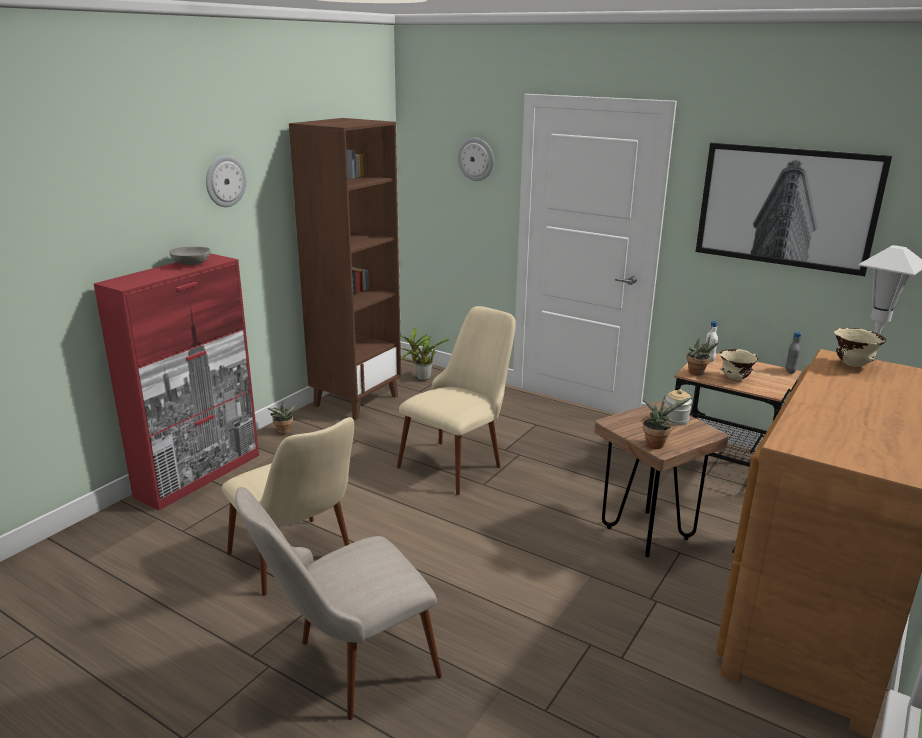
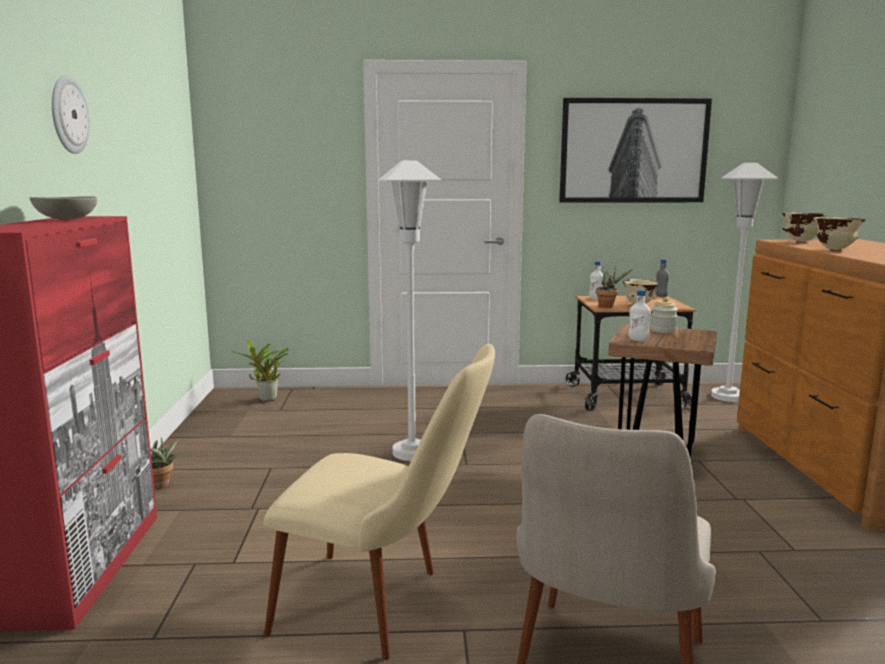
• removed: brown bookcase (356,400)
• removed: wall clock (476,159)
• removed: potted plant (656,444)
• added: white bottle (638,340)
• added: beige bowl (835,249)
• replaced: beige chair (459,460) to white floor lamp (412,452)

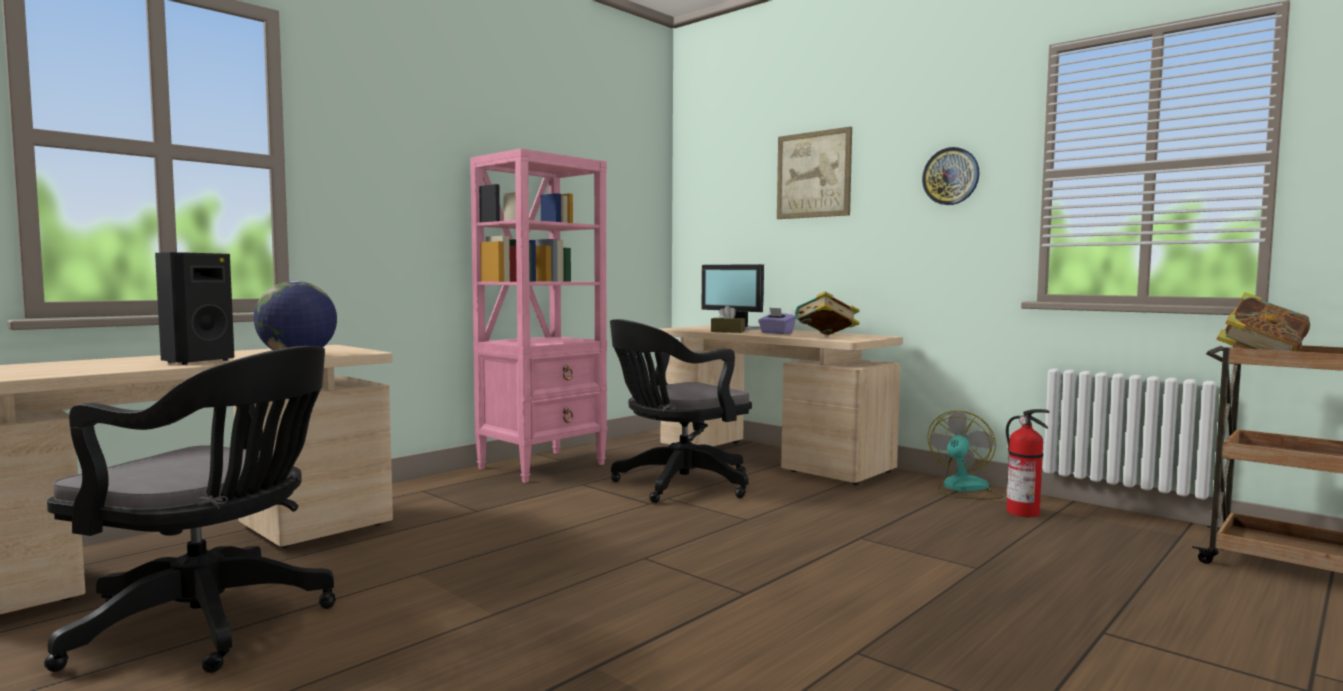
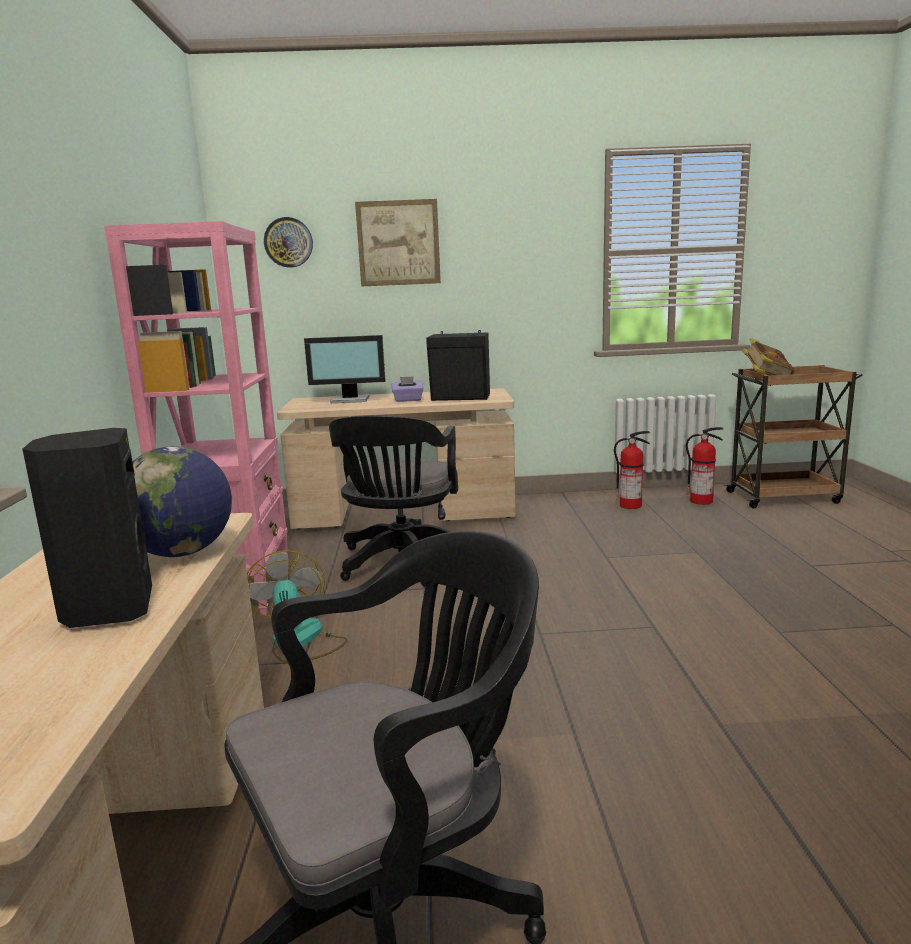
• removed: brown tissue box (727,331)
• added: fire extinguisher (702,501)
• moved: wall clock (951,176) to (288,242)
• moved: fan (963,489) to (299,641)
• replaced: book (826,336) to black speaker (461,397)

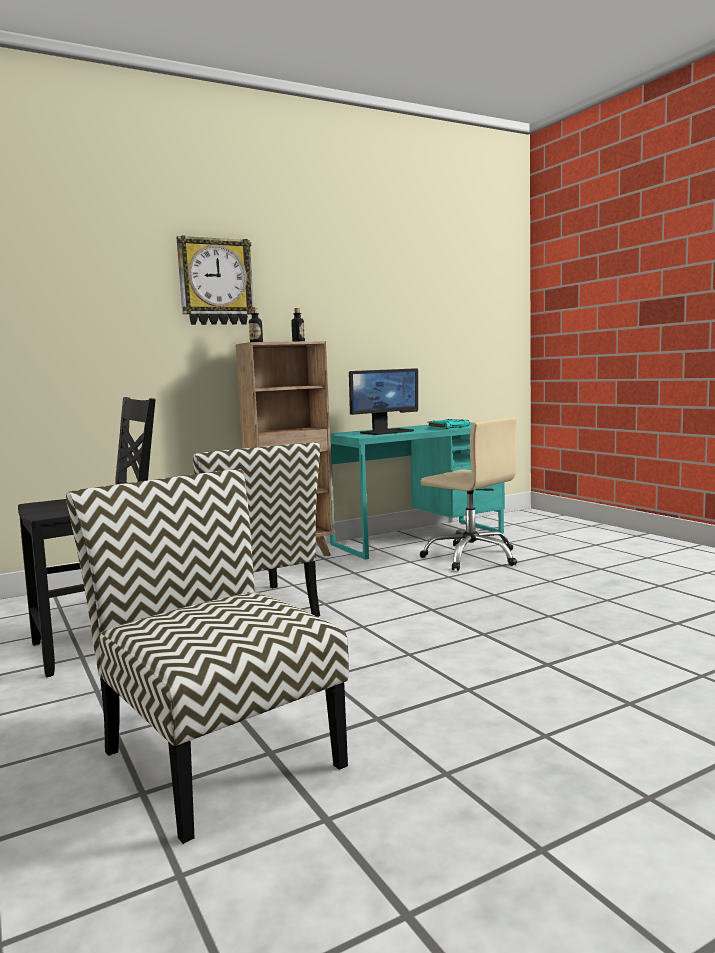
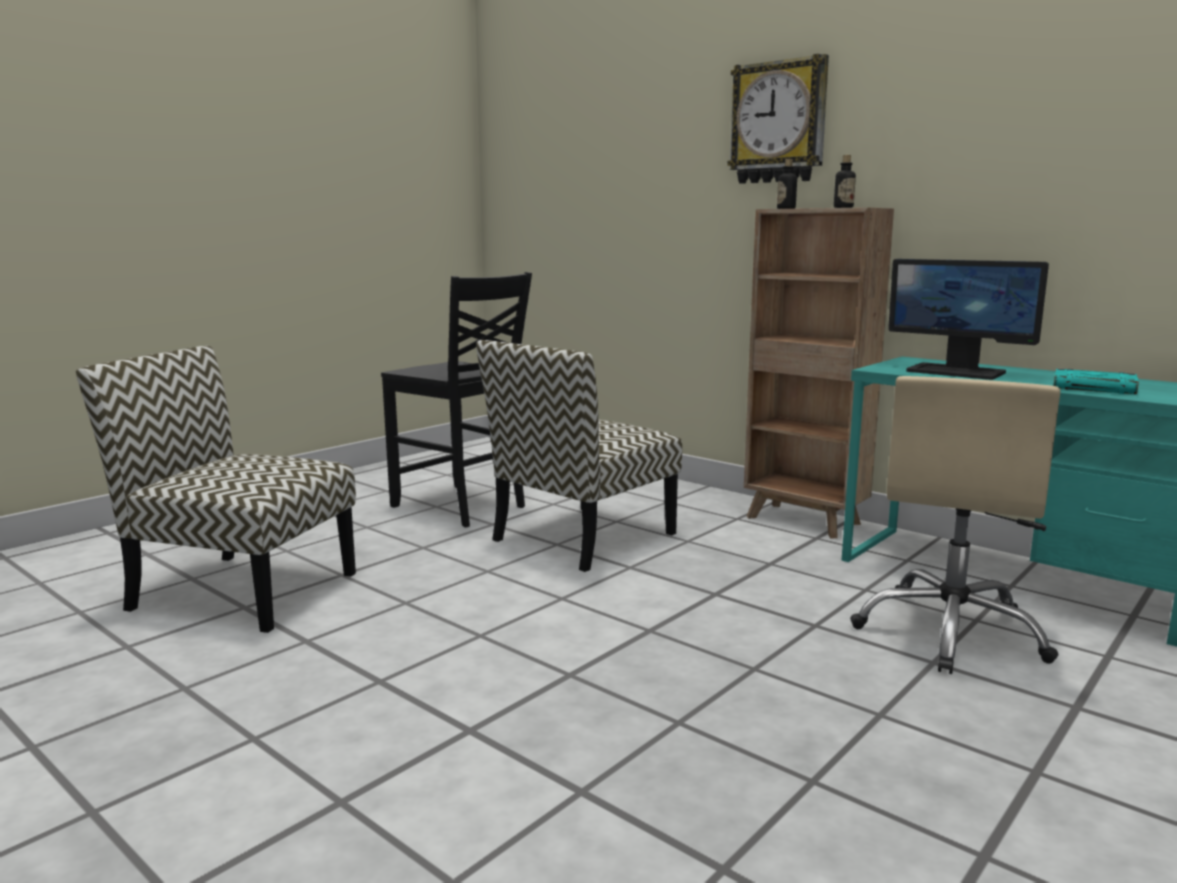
• turned: chair (219,757) = (241,591) 105 degrees counterclockwise

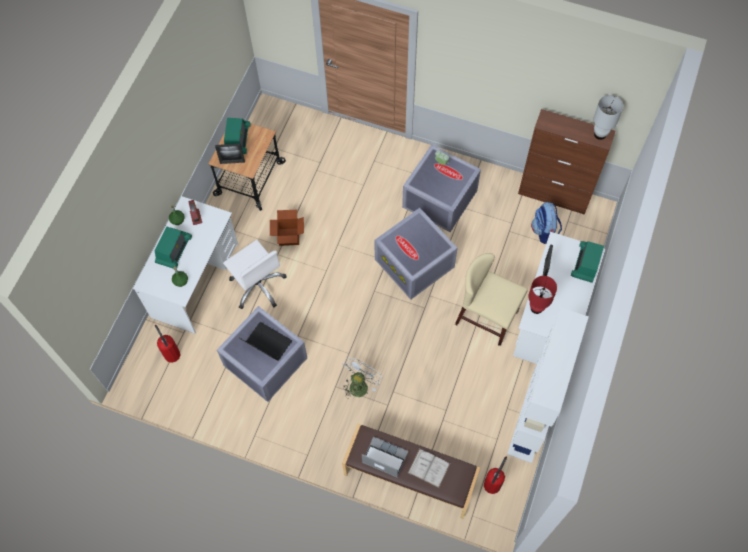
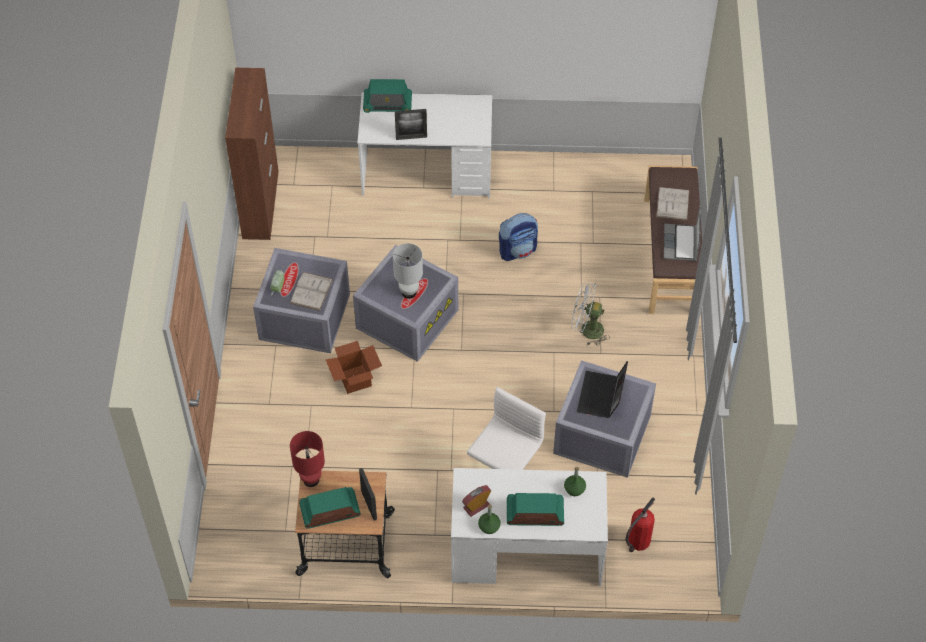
• removed: beige chair (486,317)
• removed: fire extinguisher (492,483)
• removed: white bookcase (532,417)
• added: white book (311,291)
• moved: cardboard box (289,236) to (355,379)
• moved: red table lamp (537,308) to (310,479)
• moved: backpack (544,231) to (518,250)
• moved: white table lamp (600,134) to (408,292)

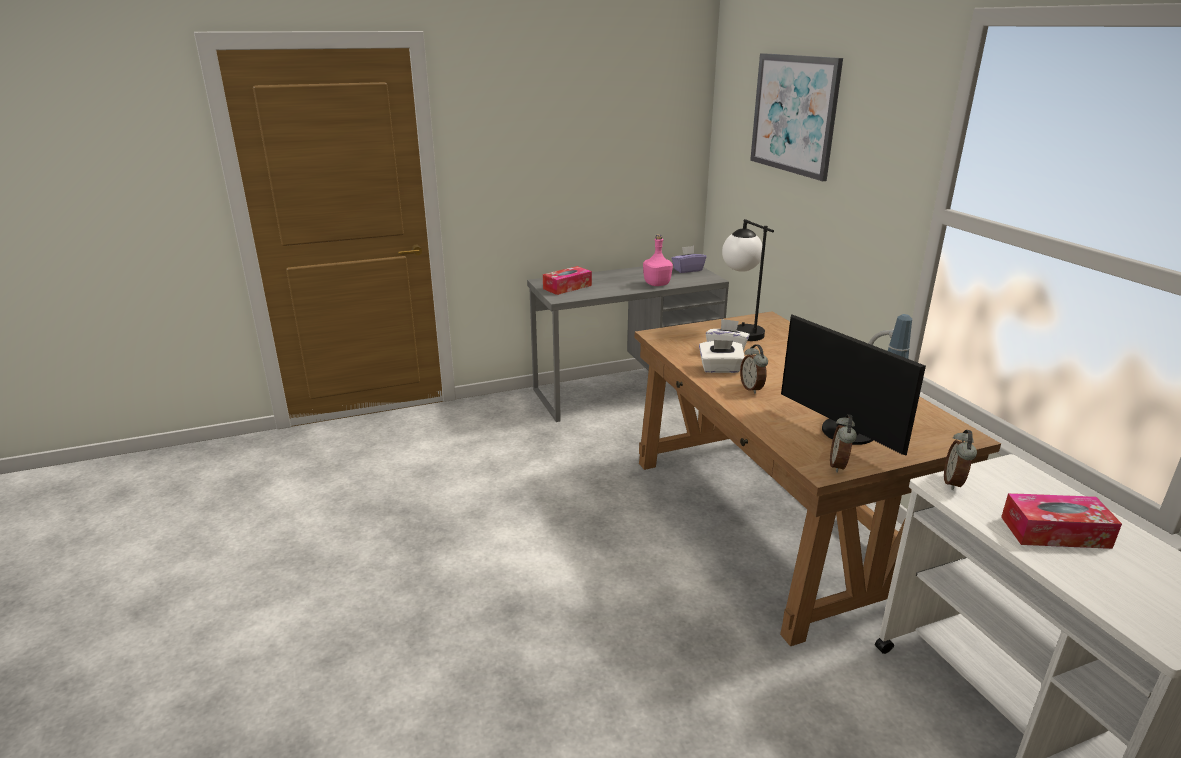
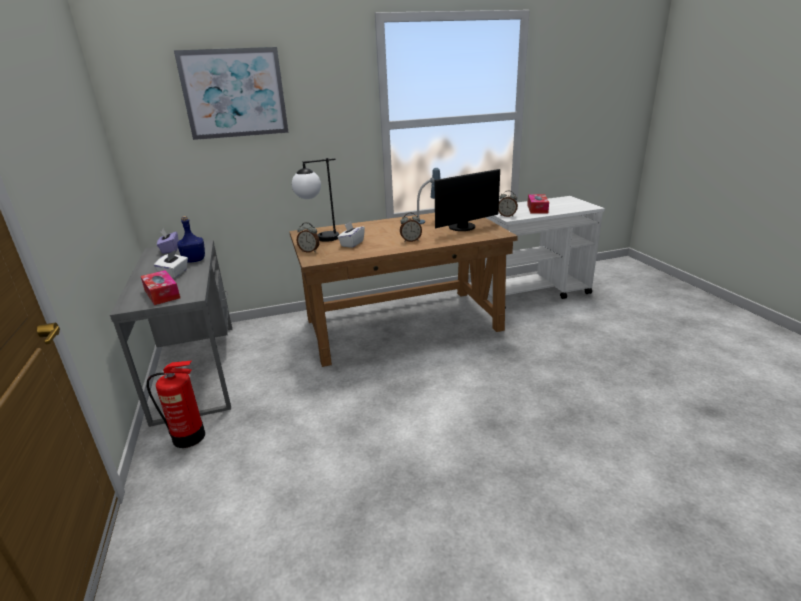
• added: fire extinguisher (190,437)
• moved: white tissue box (720,369) to (174,274)
• moved: alarm clock (839,466) to (309,251)
• recoloured: pink bottle (657,284) to blue bottle (194,260)

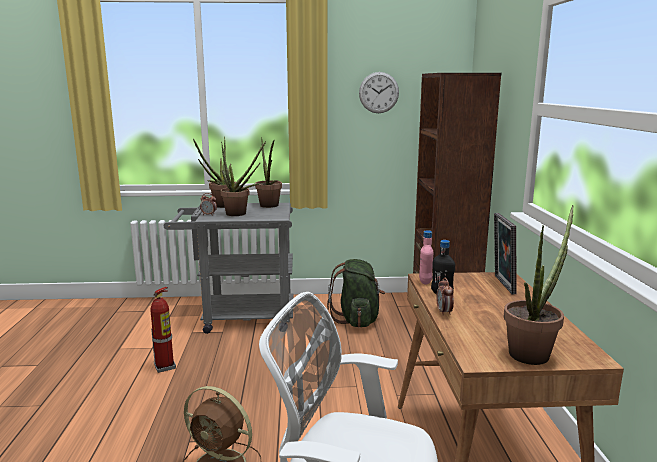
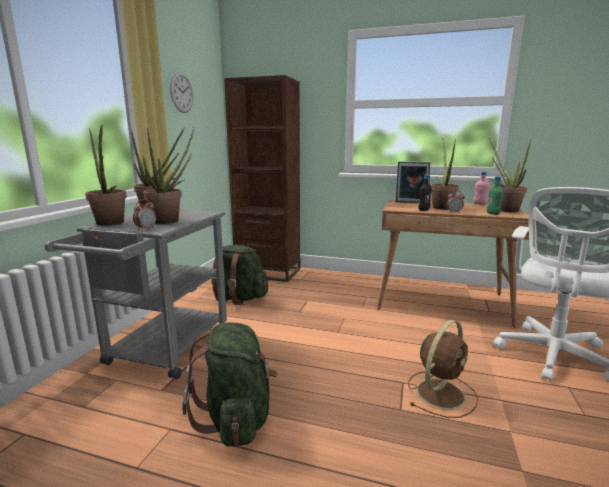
• added: potted plant (441,207)
• added: green bottle (493,213)
• moved: pink bottle (425,281) to (479,204)
• replaced: fire extinguisher (165,366) to green backpack (236,418)

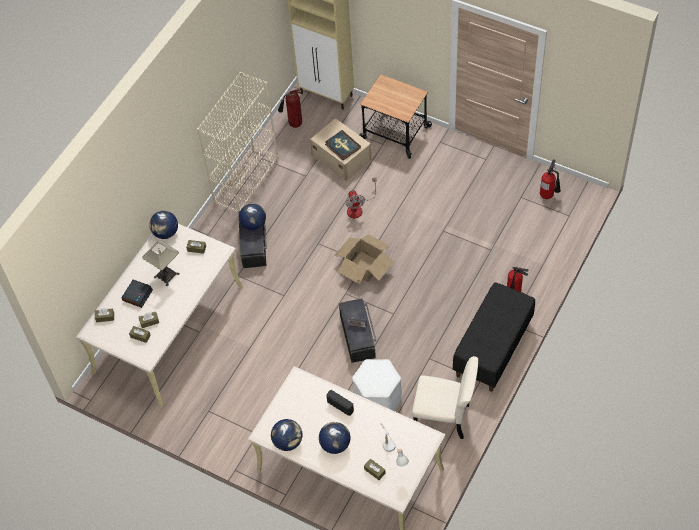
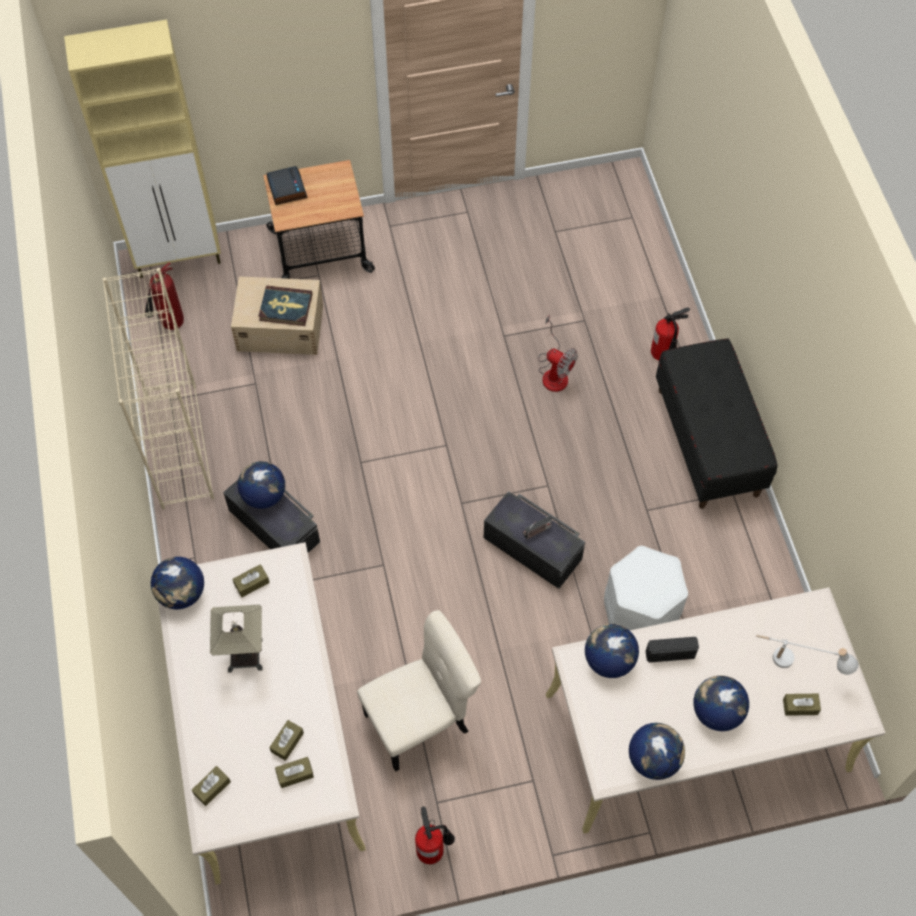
• removed: cardboard box (364,266)
• added: globe (609,660)
• moved: alarm clock (137,295) to (286,189)
• moved: fan (358,208) to (554,372)
• moved: beige chair (444,418) to (420,721)
• moved: fire extinguisher (548,195) to (433,849)

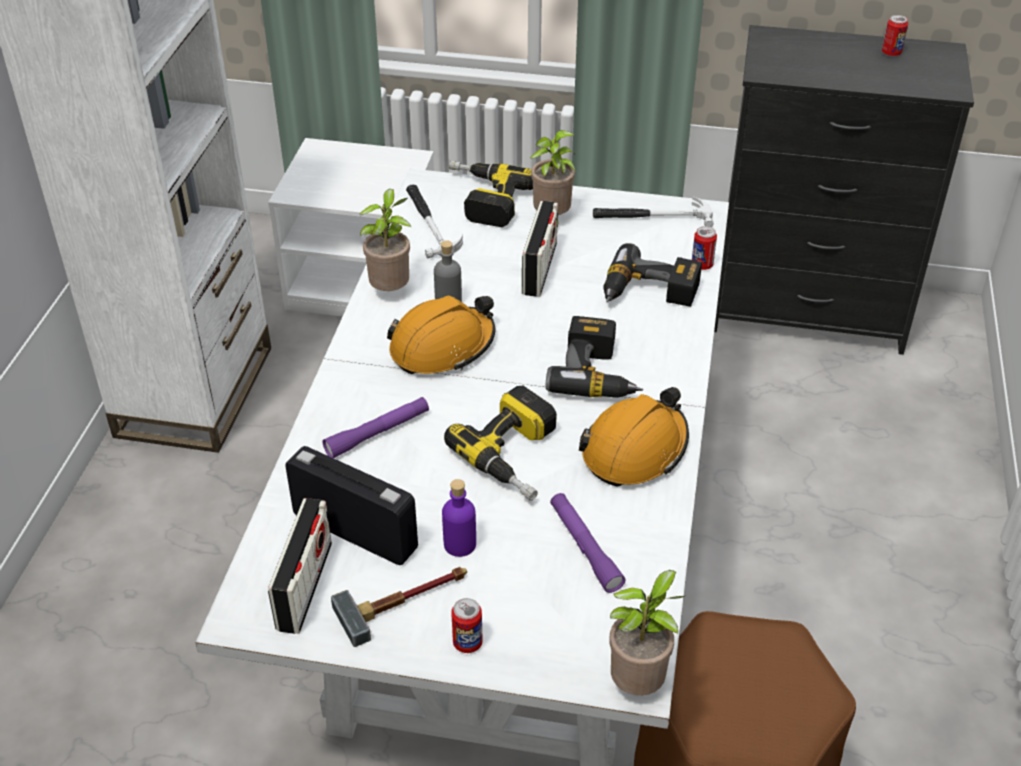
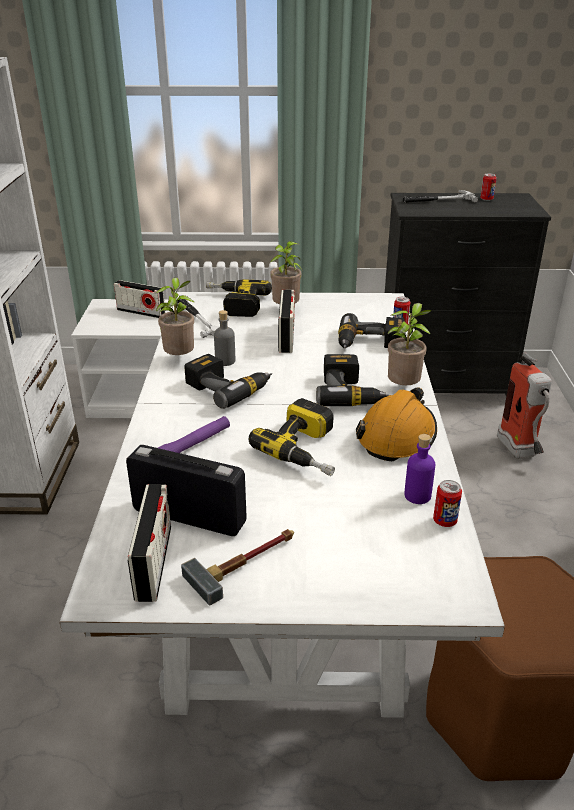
• removed: purple flashlight (585,548)
• added: radio (141,312)
• added: fire extinguisher (520,453)
• moved: purple bottle (460,544) to (417,495)
• moved: can (467,643) to (444,521)
• moved: hammer (651,216) to (438,201)
• moved: potted plant (639,684) to (404,388)
• replaced: orange hard hat (442,347) to power drill (228,388)

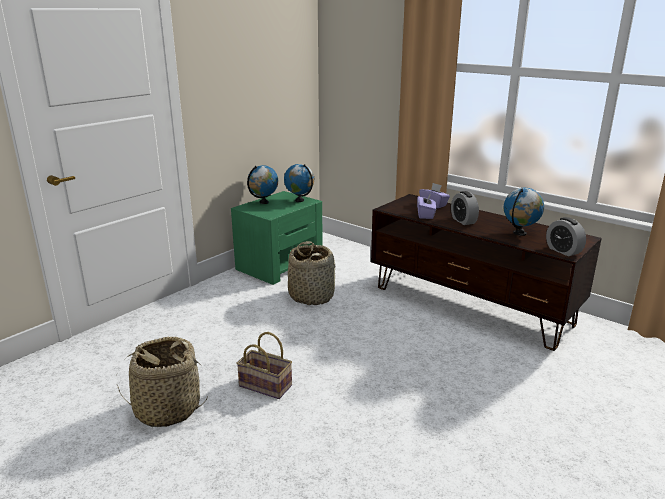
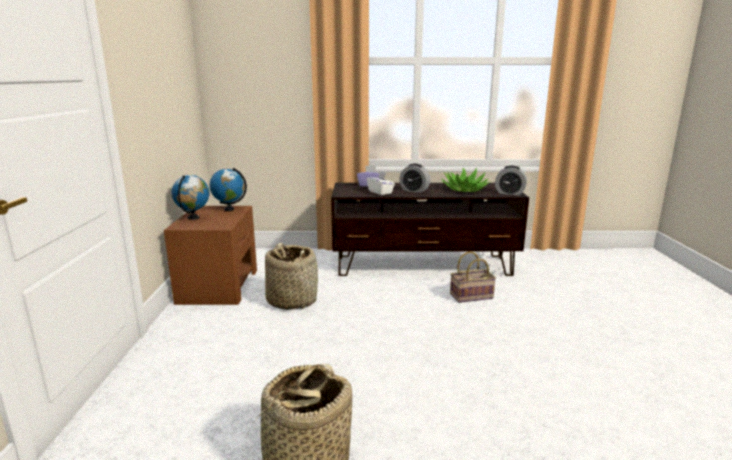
• moved: basket (267,385) to (472,296)
• replaced: globe (520,233) to potted plant (464,190)
• recoloured: green nightstand (280,265) to brown nightstand (219,285)
• recoloured: purple tissue box (426,215) to white tissue box (380,192)

